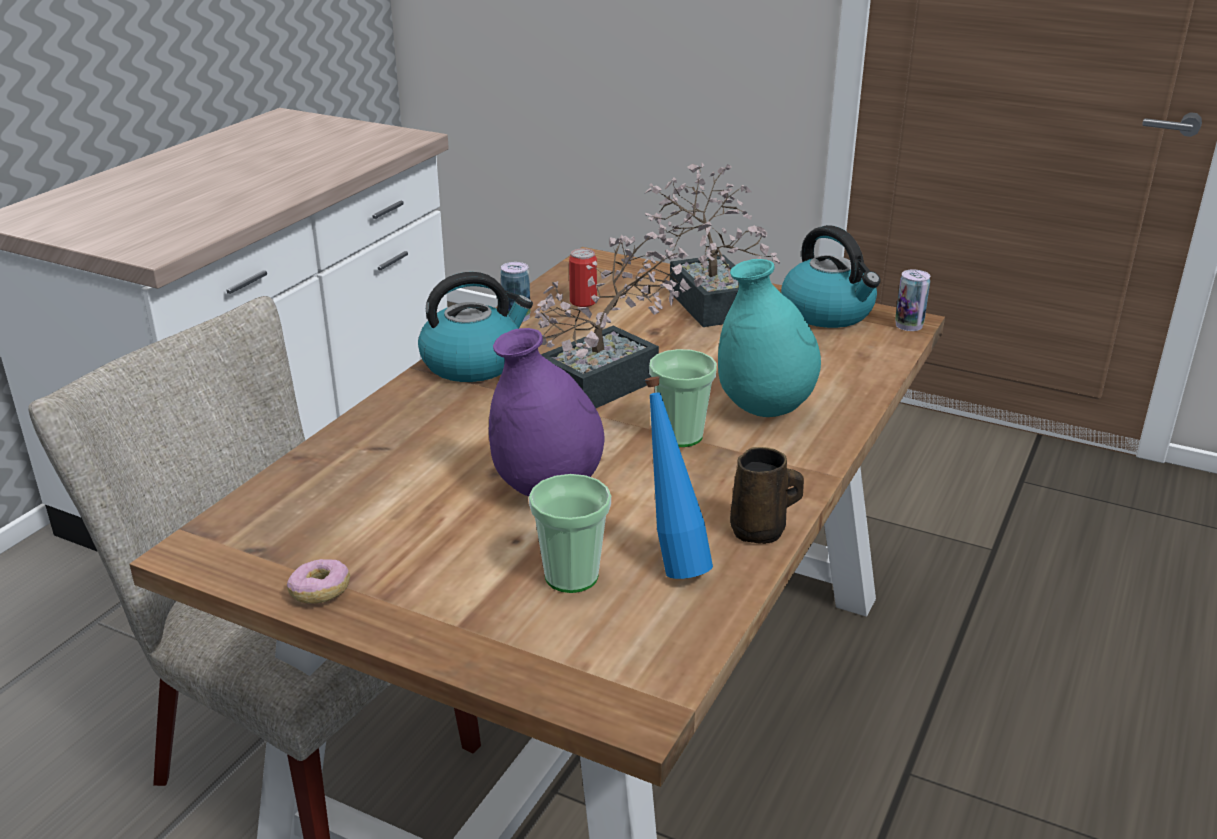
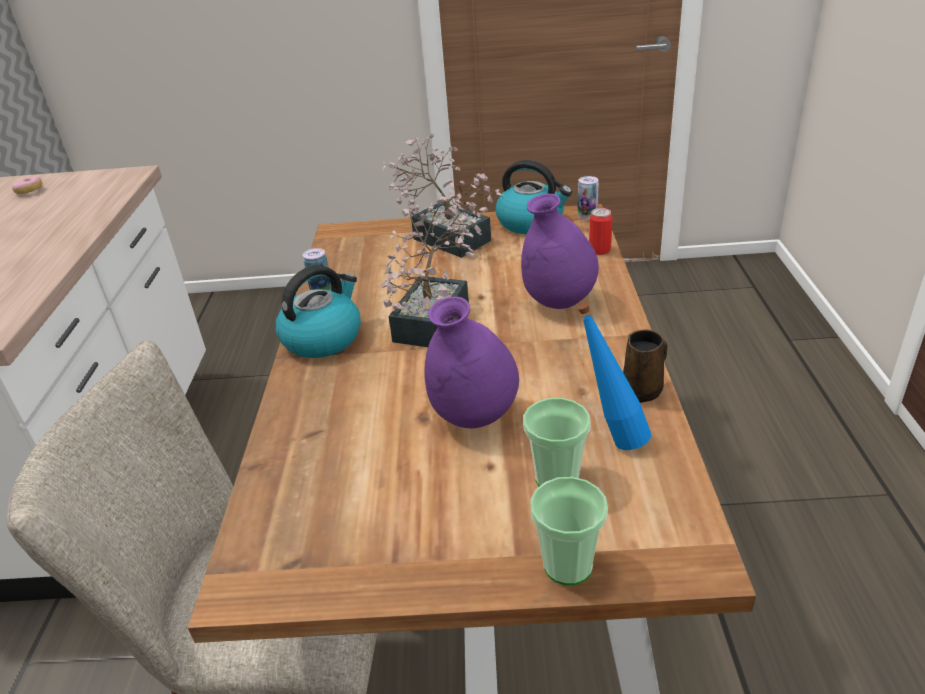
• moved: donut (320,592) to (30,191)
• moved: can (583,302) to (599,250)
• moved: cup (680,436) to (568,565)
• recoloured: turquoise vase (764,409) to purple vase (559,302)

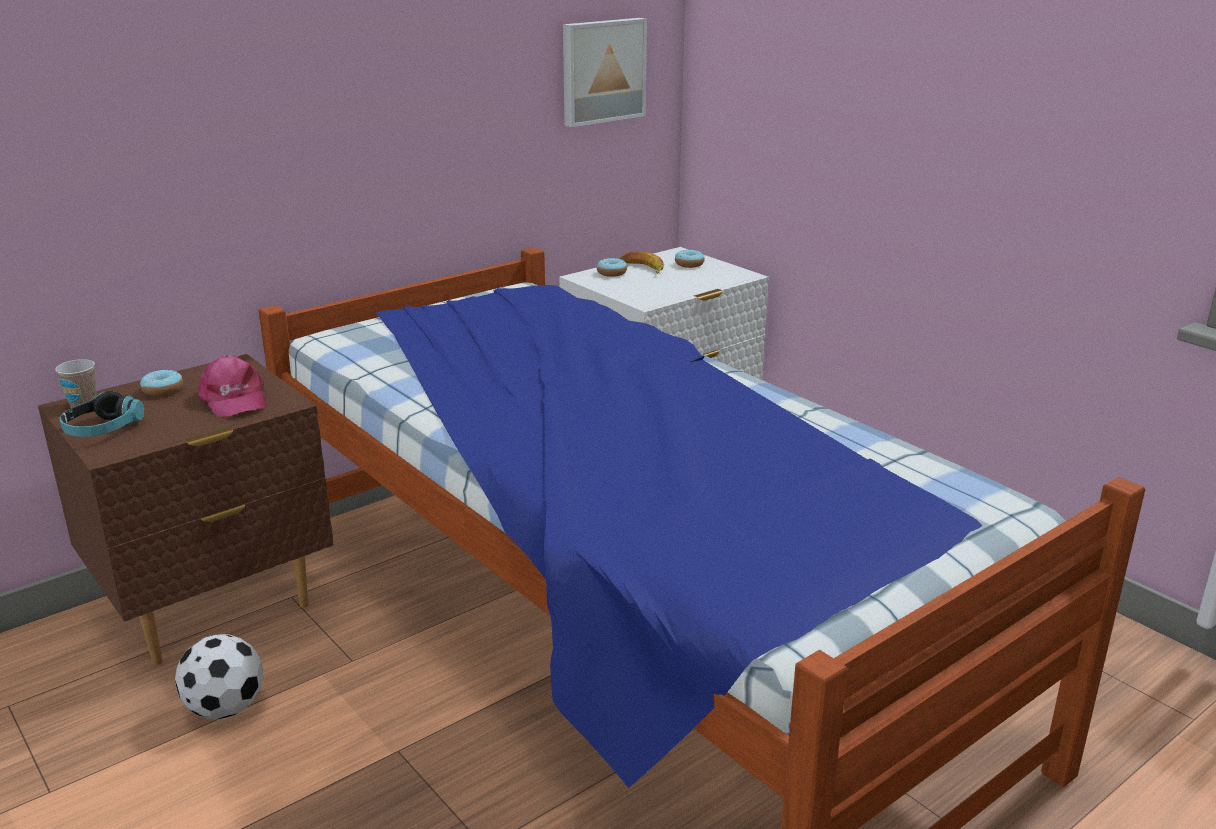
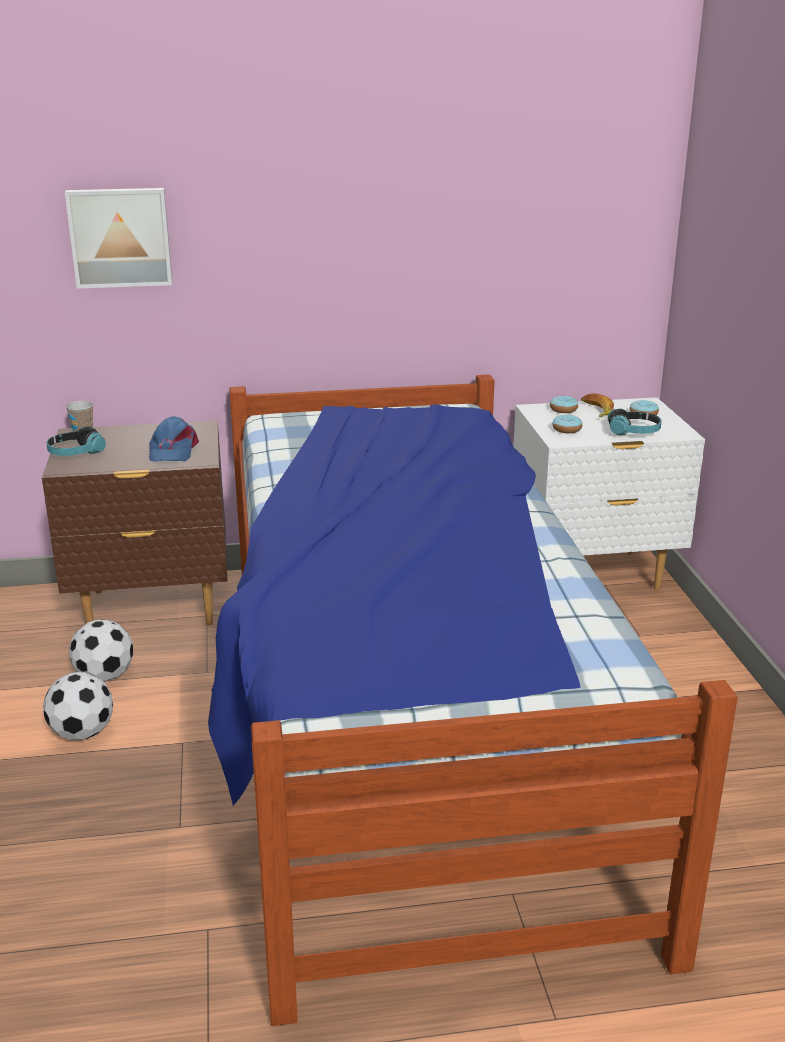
• added: football (83,732)
• added: headphones (633,432)
• moved: donut (163,390) to (566,429)
• moved: picture (602,71) to (120,237)
• recoloured: pink cap (233,399) to blue cap (172,450)

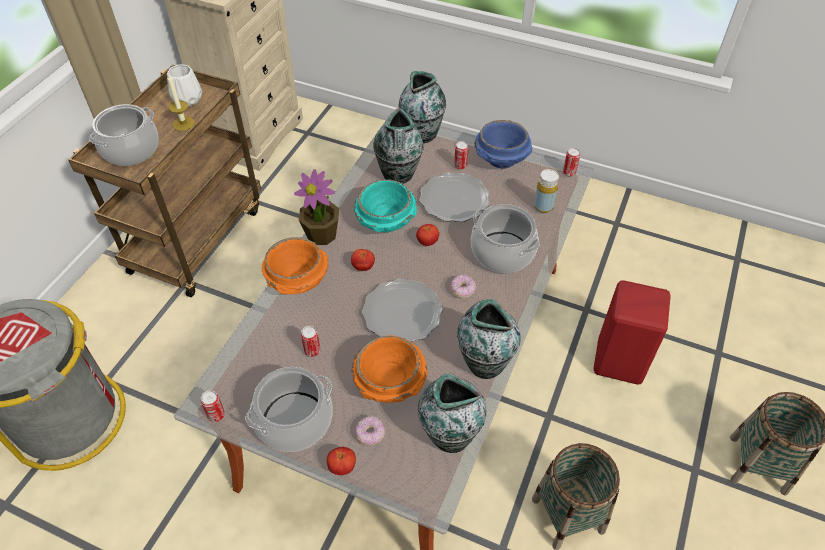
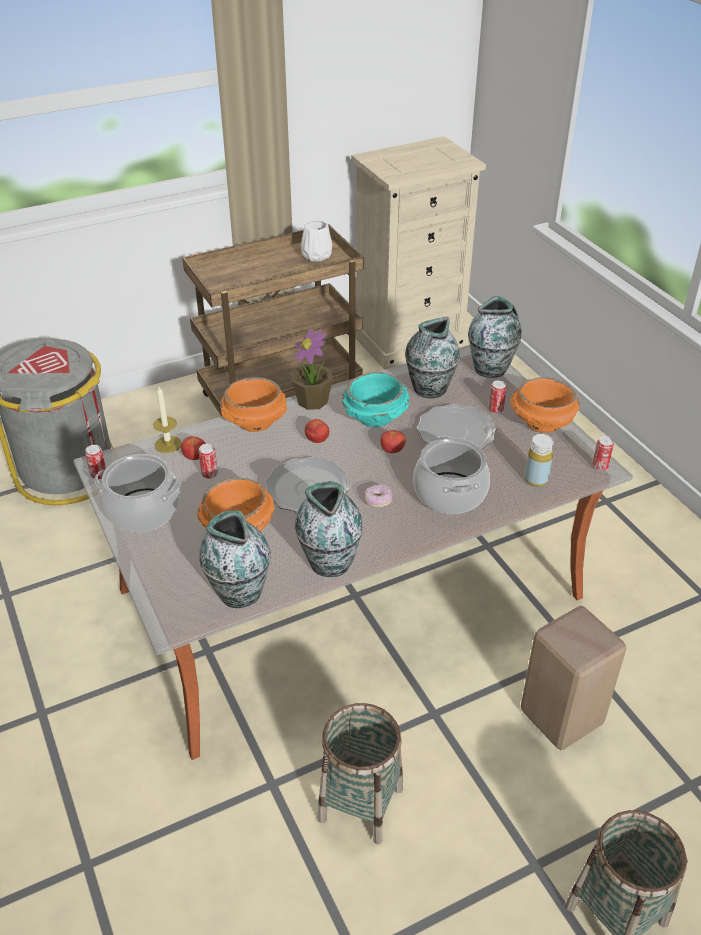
• removed: cooking pot (131,149)
• removed: donut (370,434)
• moved: candle (183,123) to (168,444)
• moved: tomato (342,467) to (195,457)
• recoloured: blue bowl (500,160) to orange bowl (541,423)
• recoloured: red stool (620,363) to beige stool (561,719)

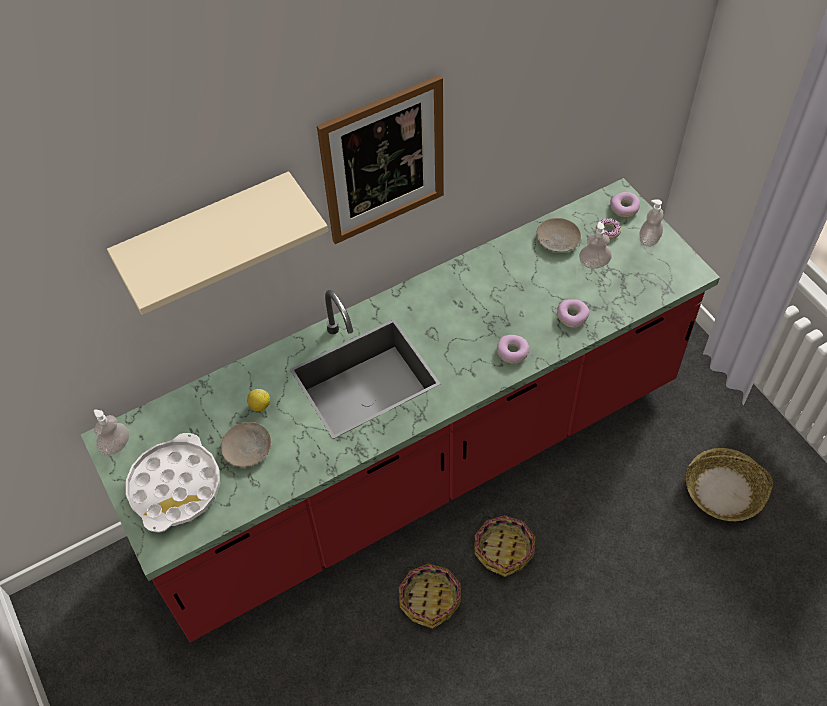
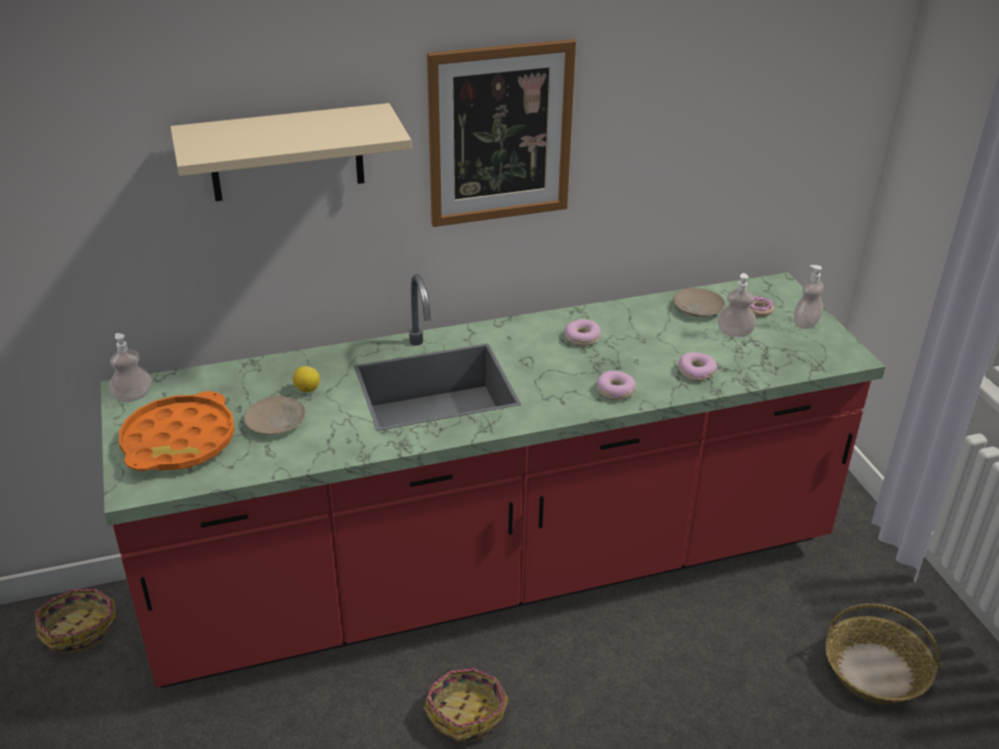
• moved: basket (504,549) to (80,629)
• moved: donut (624,208) to (582,338)
• recoloured: white tray (175,487) to orange tray (179,441)

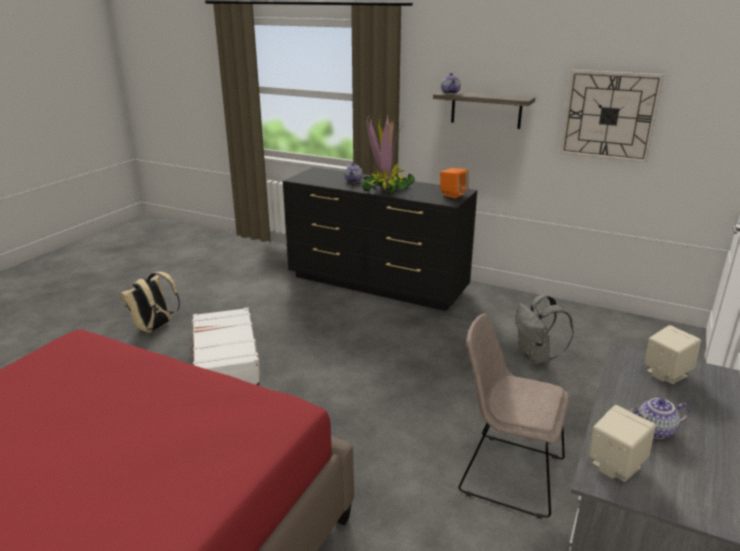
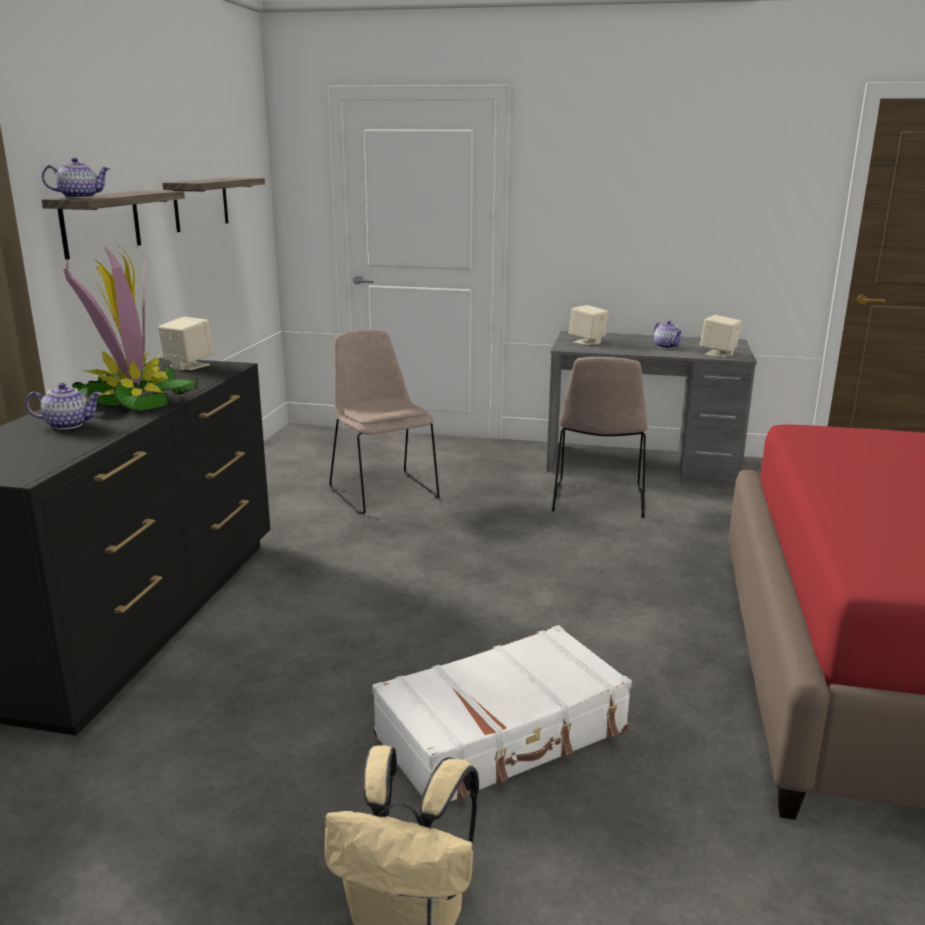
• replaced: grey backpack (535,358) to beige chair (382,492)
• replaced: wall clock (609,116) to shelf (201,203)
• recoloured: orange speaker (453,194) to beige speaker (188,366)

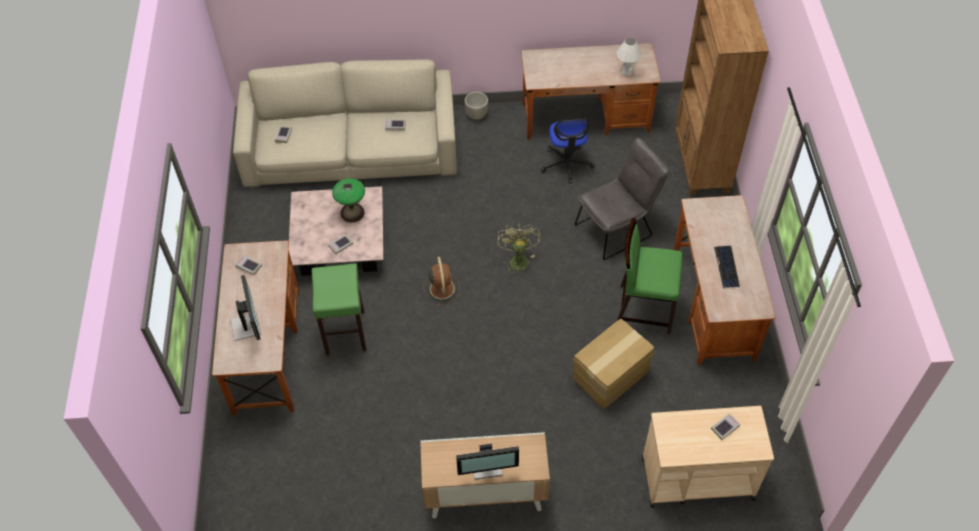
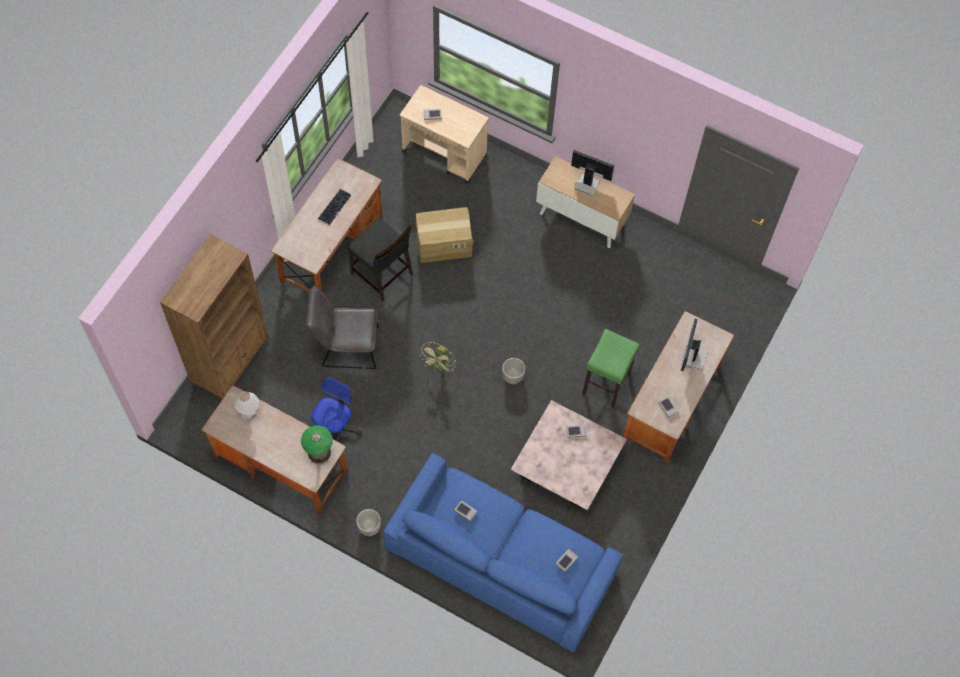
• moved: table lamp (352,213) to (319,452)
• replaced: brown fan (442,288) to planter (513,377)
• recoloured: beige sofa (351,149) to blue sofa (501,559)
• recoloured: green chair (644,308) to black chair (382,274)

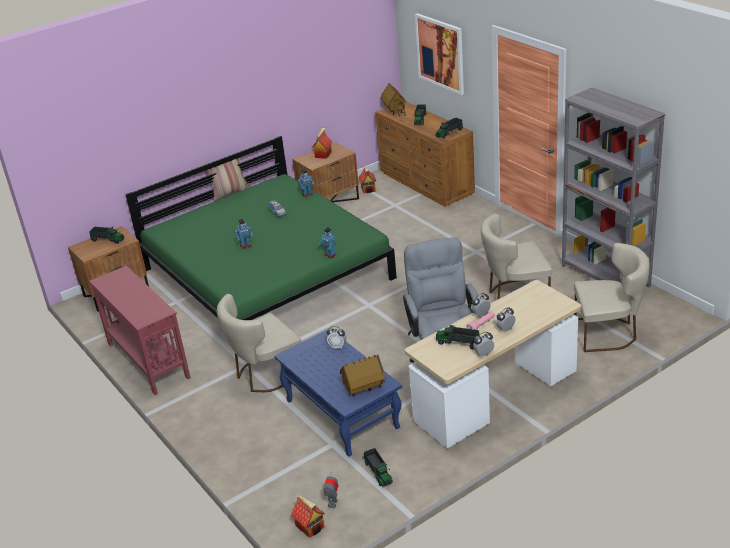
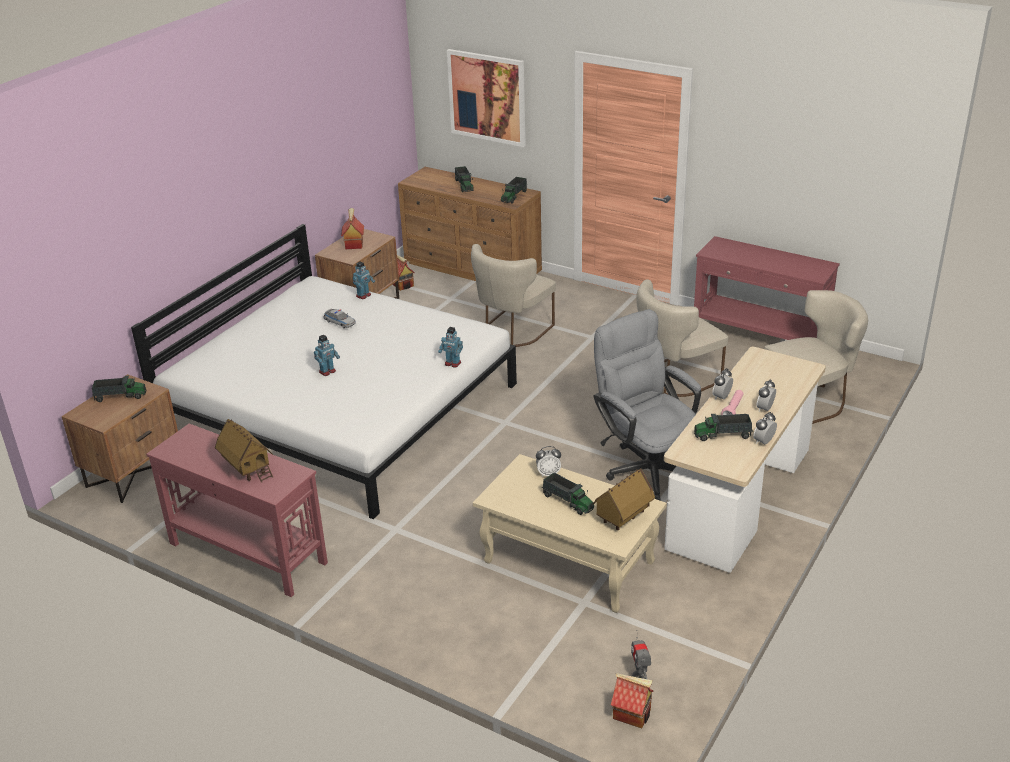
• removed: pillow (229,192)
• moved: beige chair (265,375) to (512,332)
• moved: toy truck (378,473) to (568,501)
• moved: toy house (394,110) to (247,468)
• replaced: grey bookcase (605,276) to red console table (759,339)
• recoloured: green bed (267,273) to white bed (340,408)
• recoloured: blue coffee table (341,413) to beige coffee table (567,562)

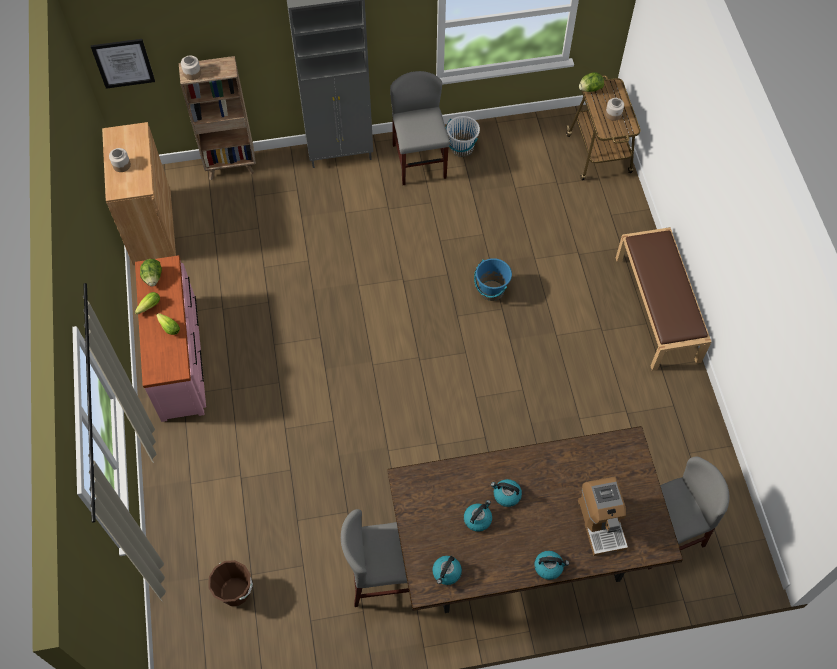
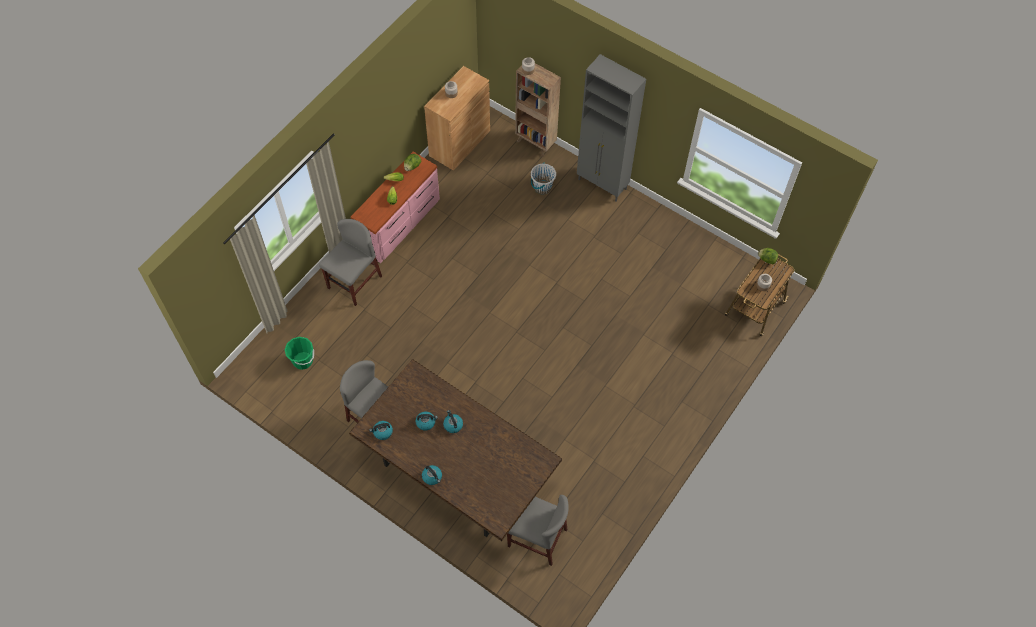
• removed: picture (123,63)
• removed: blue bucket (491,291)
• removed: coffee machine (601,523)
• removed: brown bench (658,309)
• moved: grey chair (419,161) to (354,282)
• moved: white bucket (461,148) to (542,187)
• recoloured: brown bucket (235,591) to green bucket (303,361)

